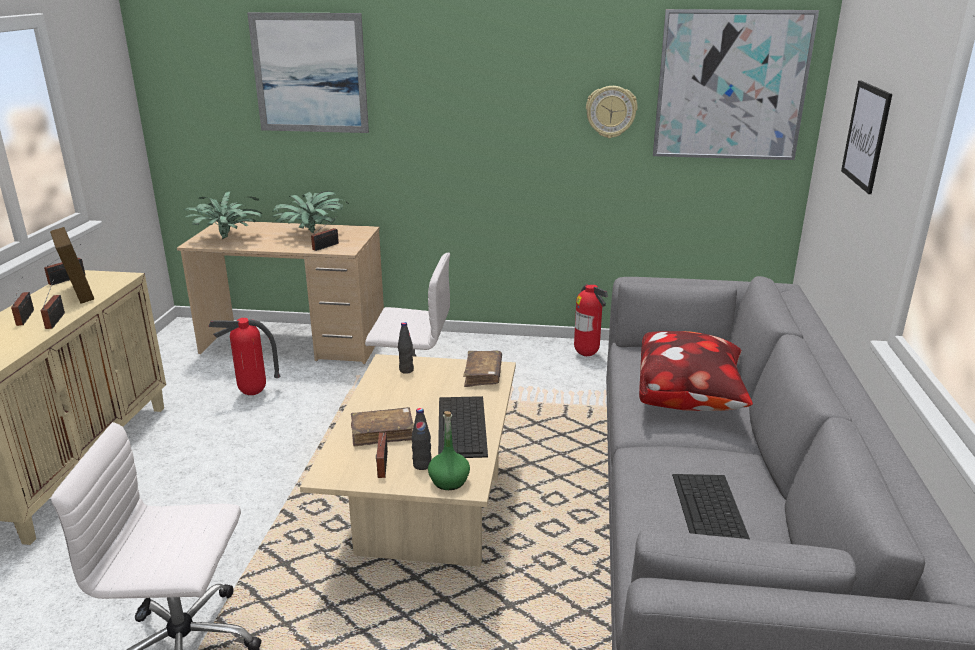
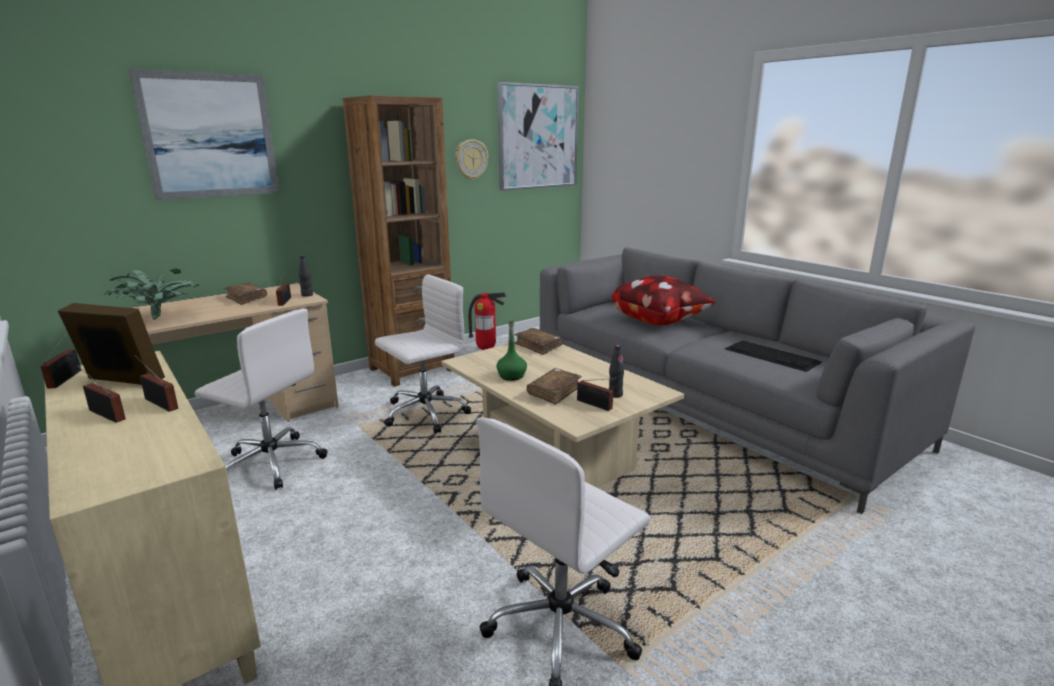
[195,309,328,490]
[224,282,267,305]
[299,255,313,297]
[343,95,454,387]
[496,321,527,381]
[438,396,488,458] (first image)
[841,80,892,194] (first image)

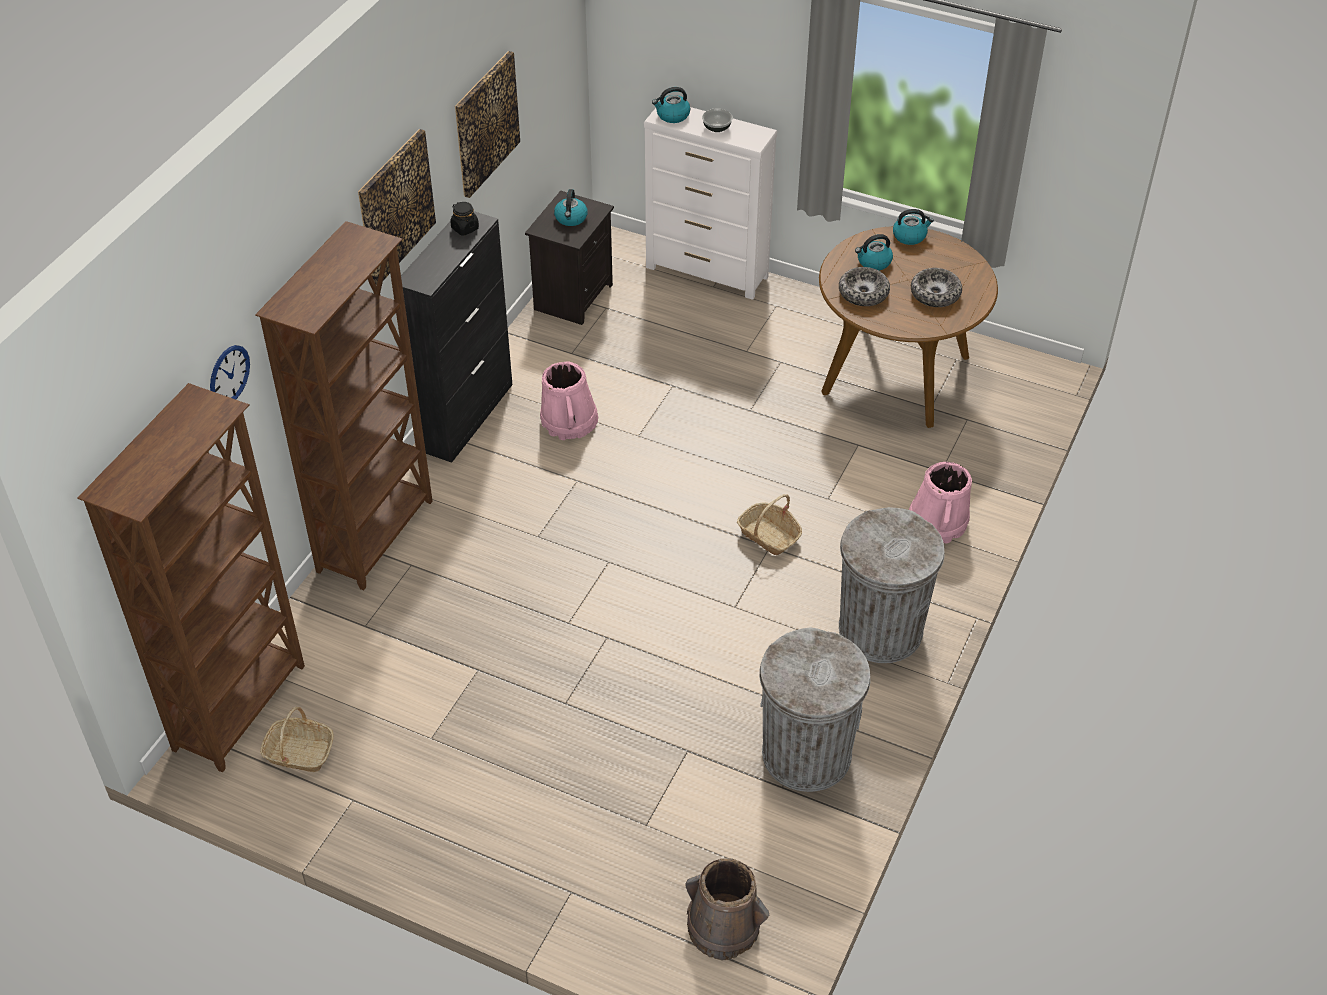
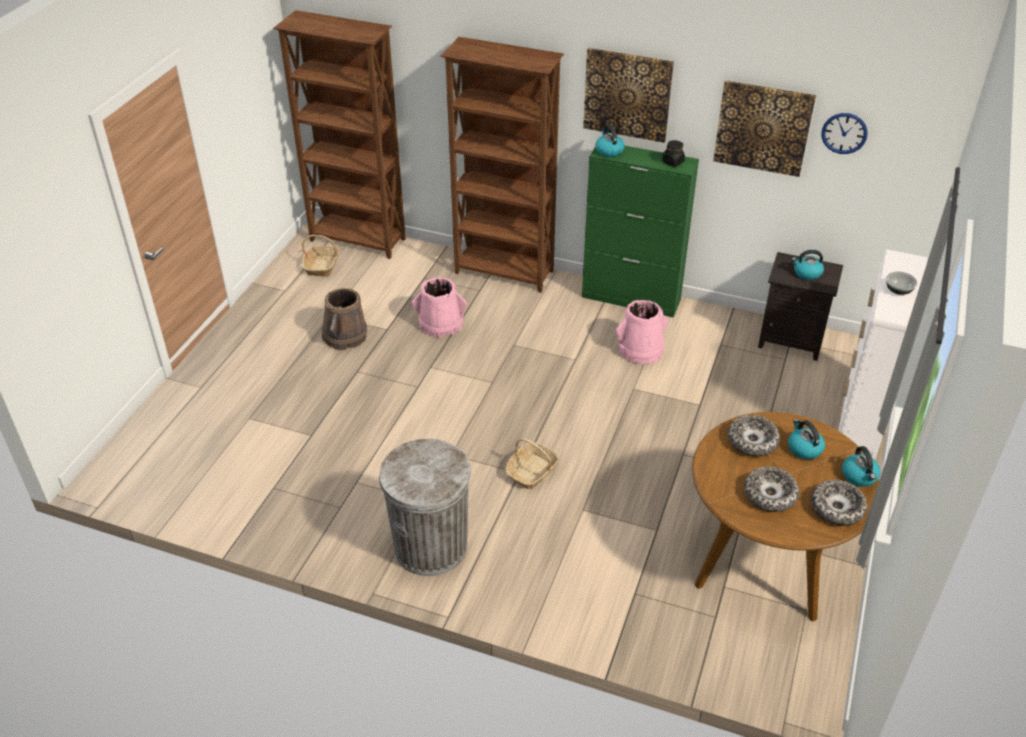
[322,288,367,350]
[412,277,467,338]
[582,146,699,318]
[595,125,624,157]
[811,480,867,526]
[821,113,868,154]
[759,627,871,792] (first image)

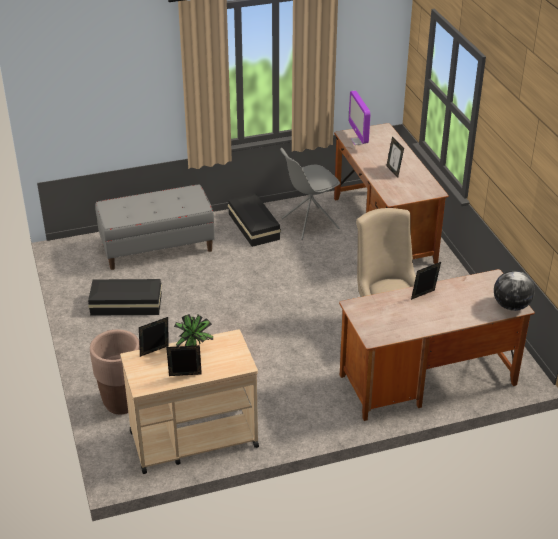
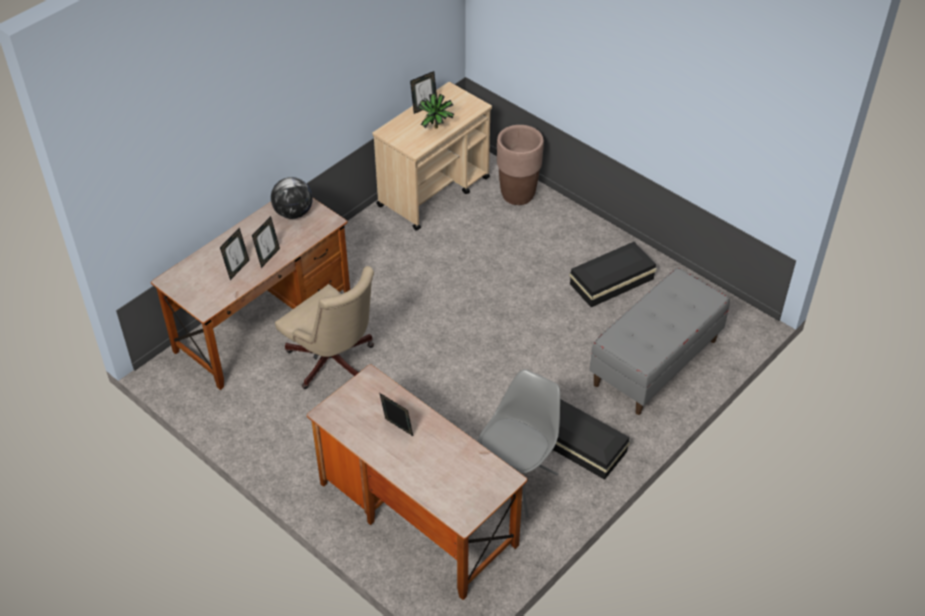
[220,228,249,280]
[271,177,313,219]
[349,90,370,145] (first image)

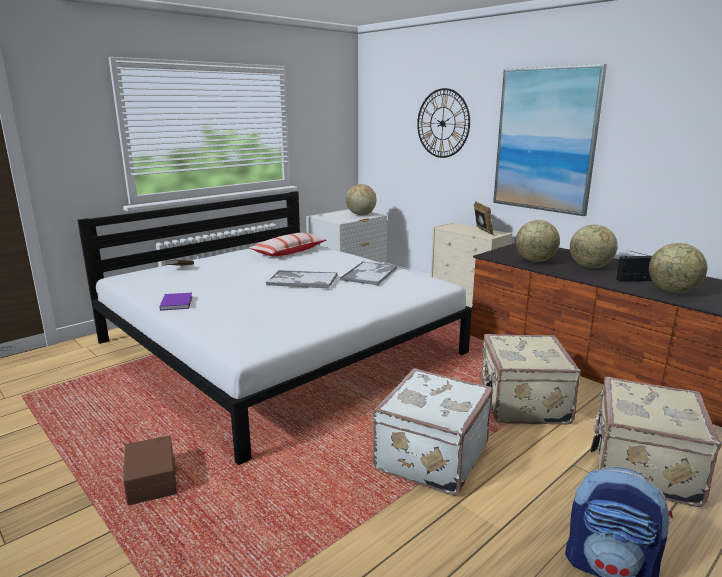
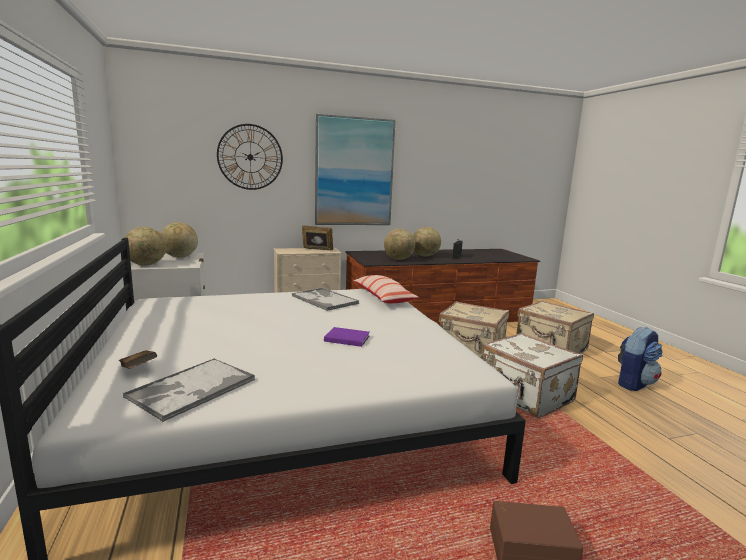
[123,358,255,422]
[125,227,166,266]
[324,327,370,347]
[353,275,419,304]

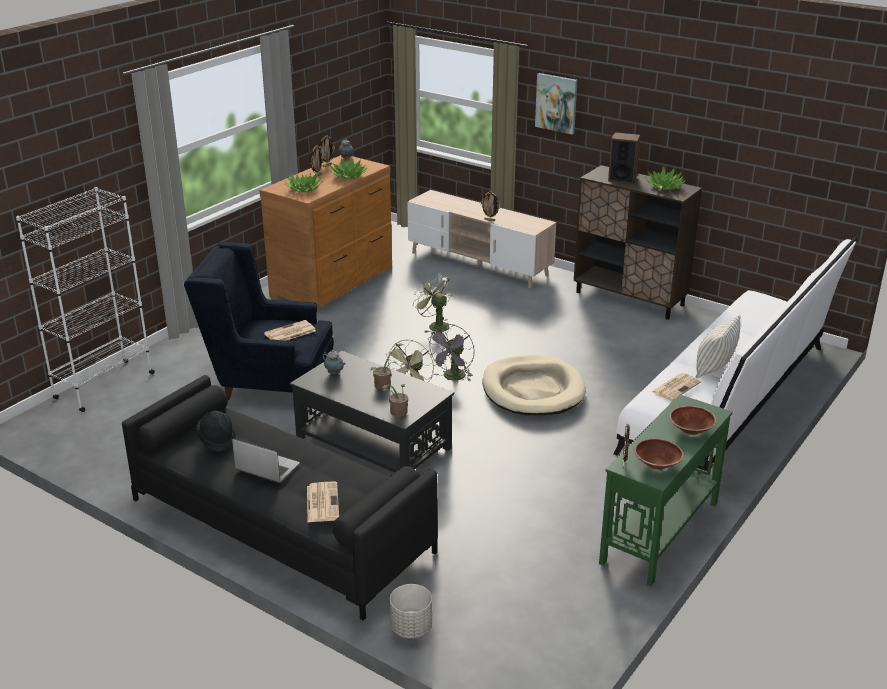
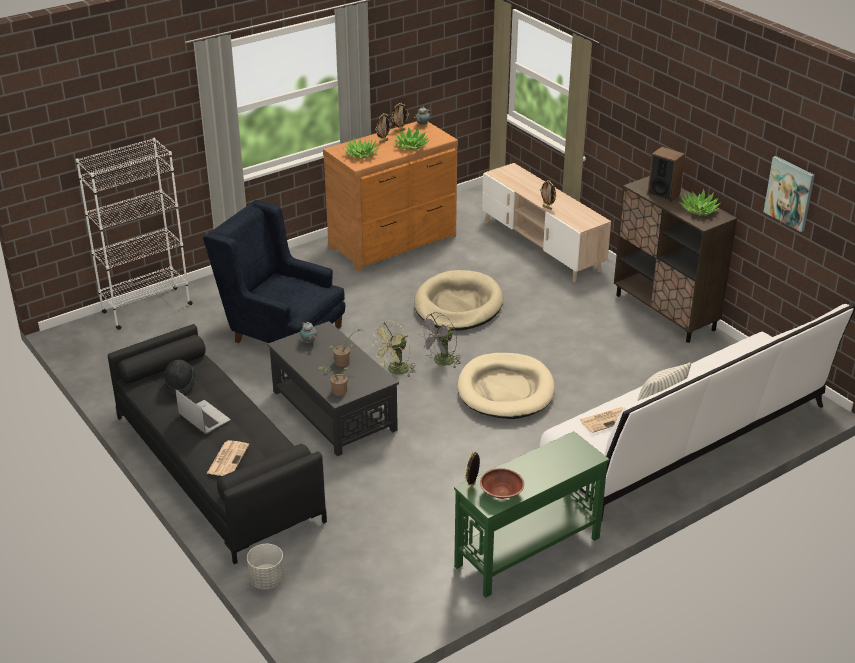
[414,270,503,331]
[763,156,815,232]
[264,320,316,341] (first image)
[669,406,717,435] (first image)

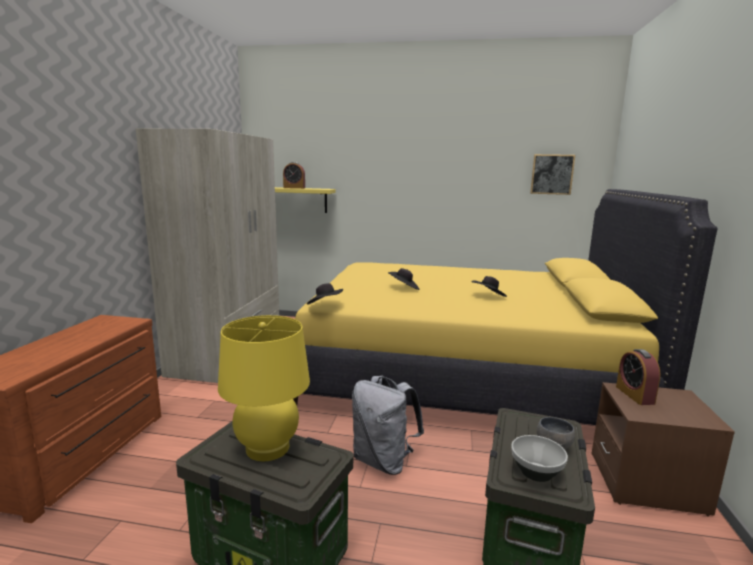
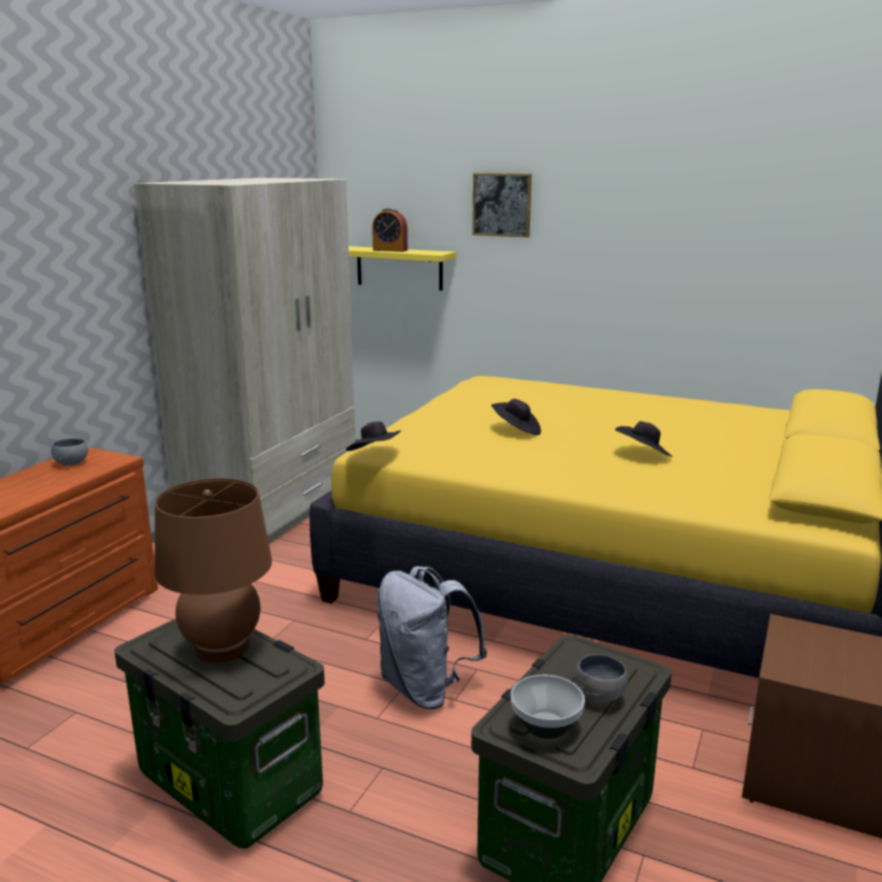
[51,438,88,466]
[155,478,272,662]
[472,173,532,237]
[616,349,660,405] (first image)

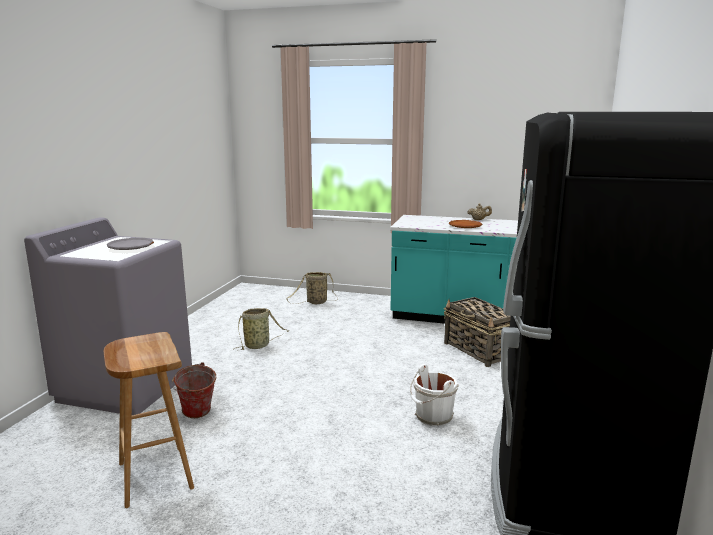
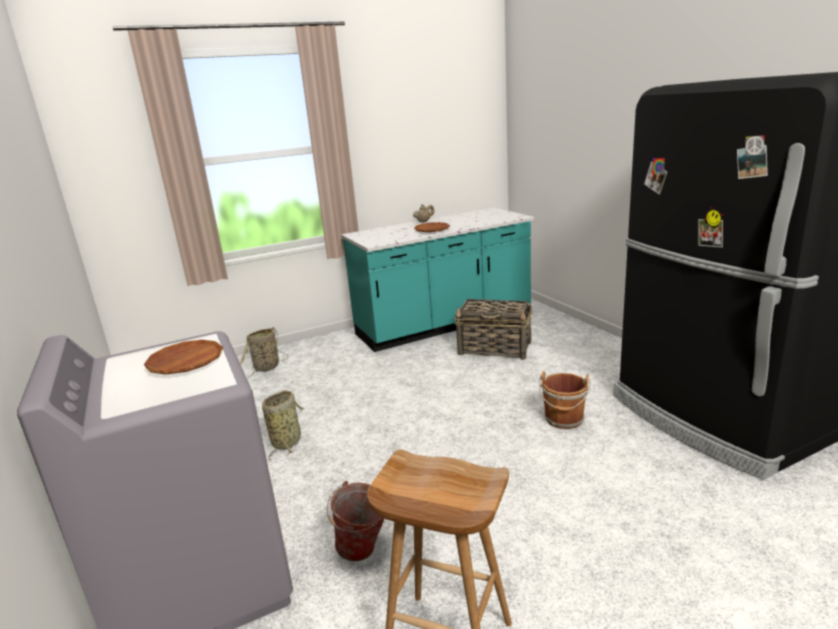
[144,340,223,374]
[539,371,591,429]

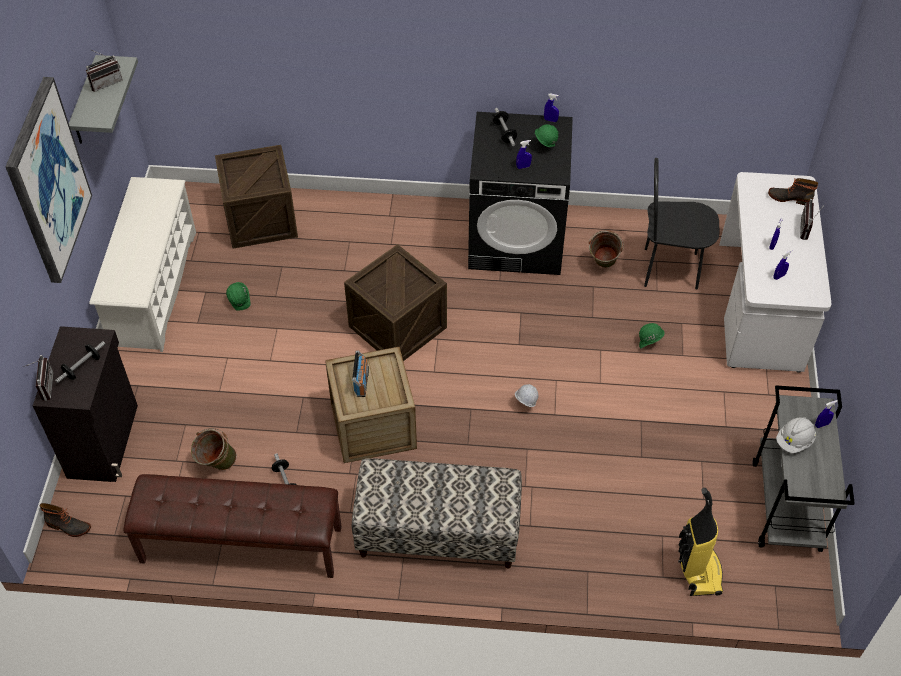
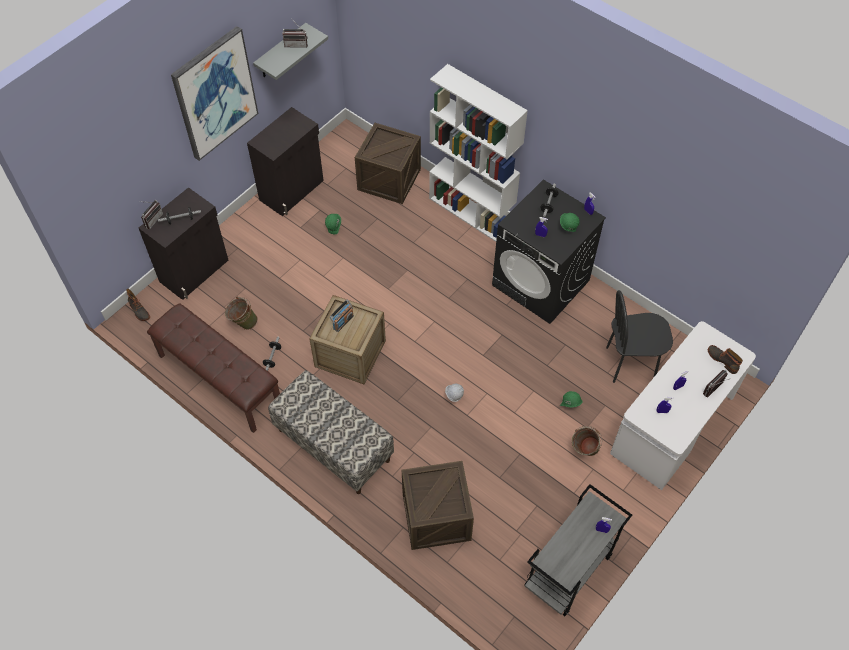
[247,107,324,216]
[402,461,474,550]
[429,64,528,242]
[572,426,602,456]
[606,290,673,383]
[678,488,723,596] (first image)
[776,417,816,453] (first image)

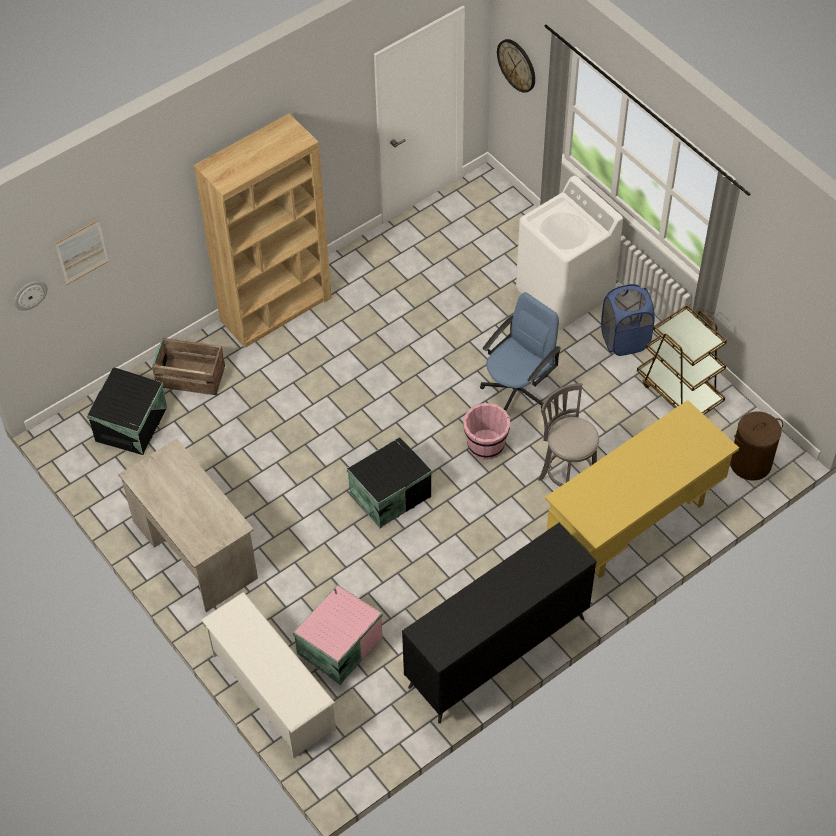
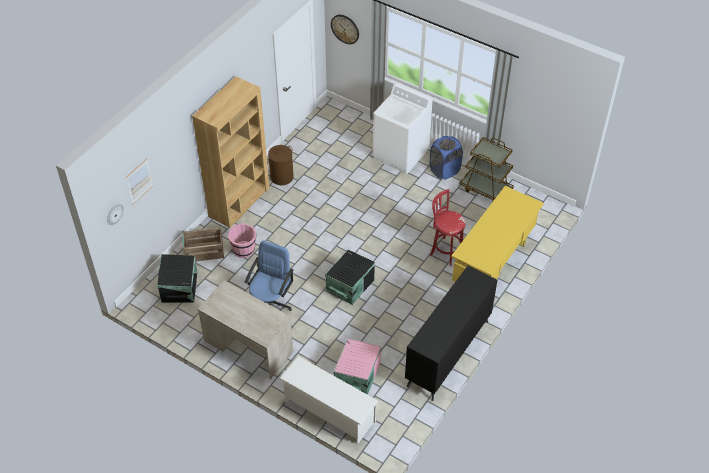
[228,224,256,258]
[245,240,293,311]
[268,145,294,185]
[430,189,465,266]

